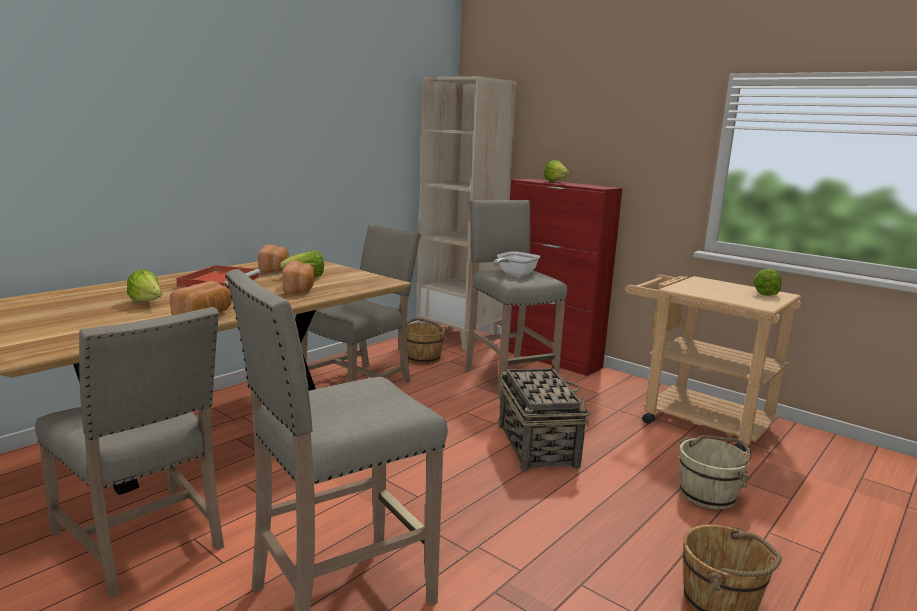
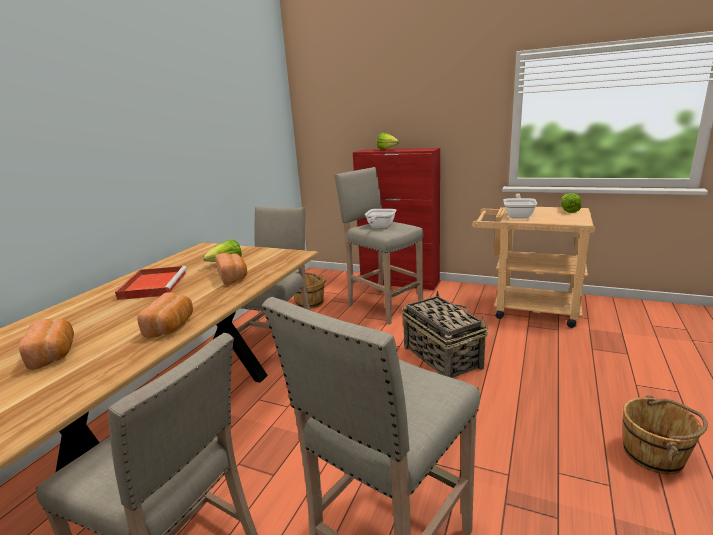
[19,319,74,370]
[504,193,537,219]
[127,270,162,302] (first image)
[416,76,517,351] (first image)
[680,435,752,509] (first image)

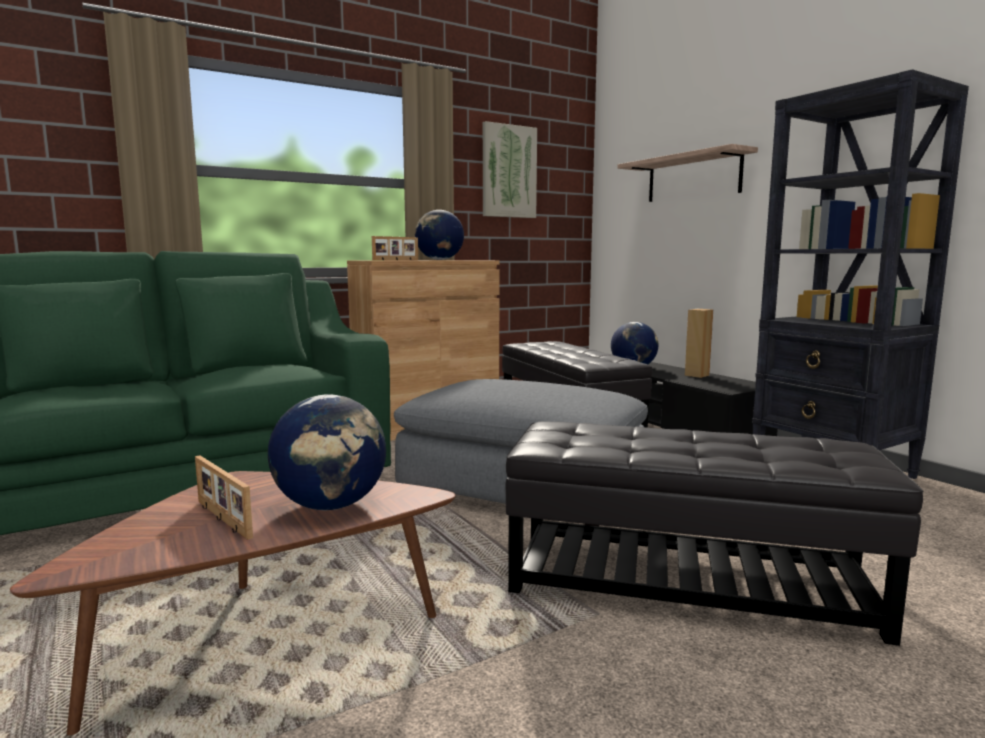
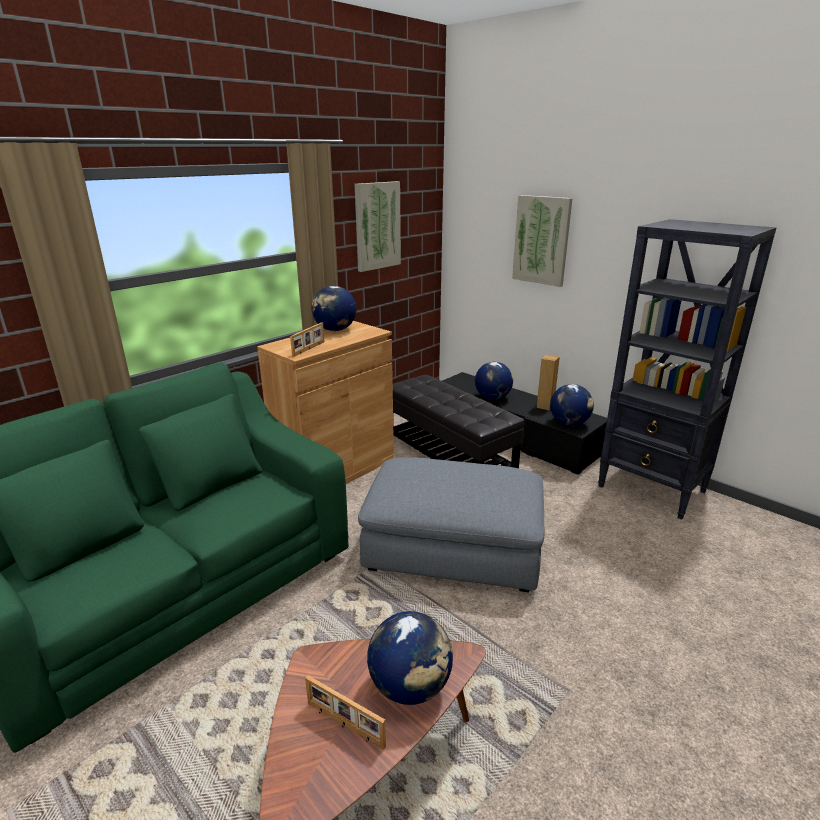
[512,195,573,287]
[550,384,594,426]
[505,422,923,646] (first image)

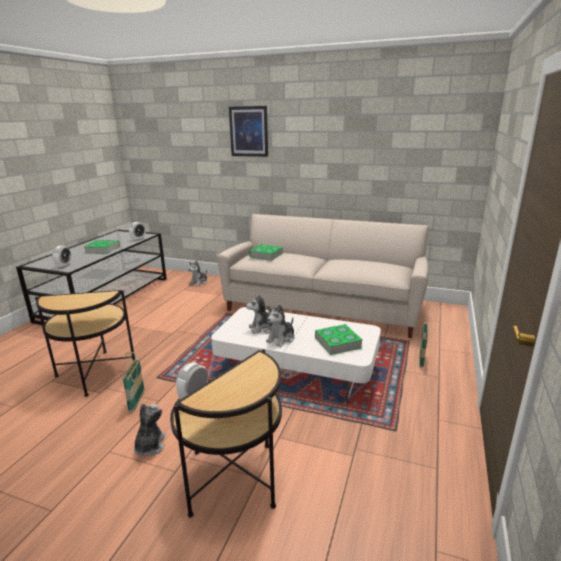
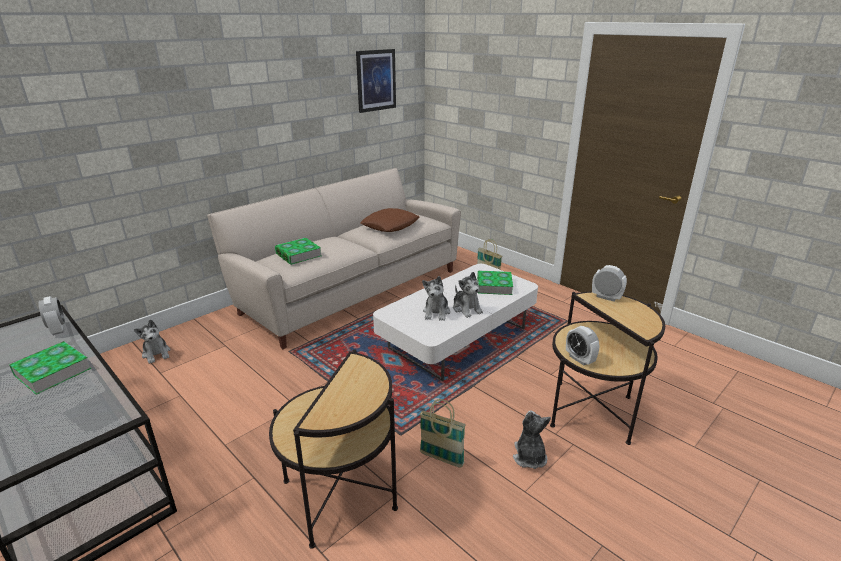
[356,49,396,113]
[360,208,420,232]
[513,410,551,469]
[592,265,627,302]

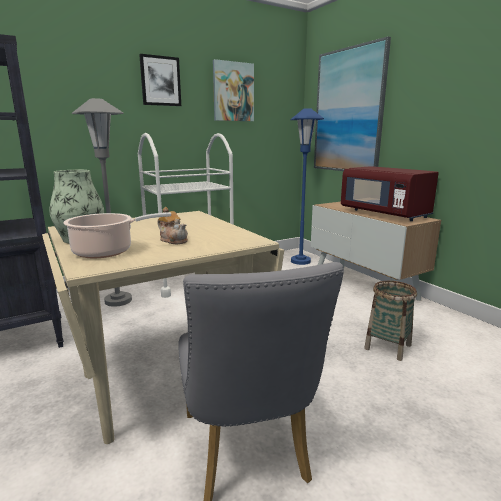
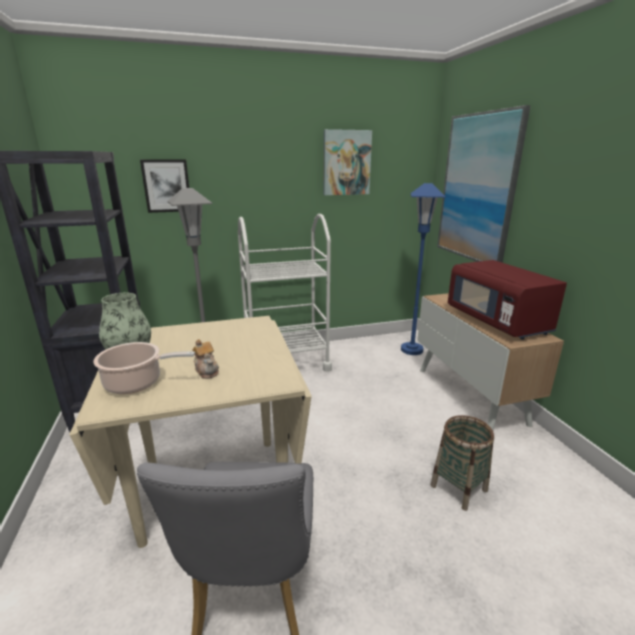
[140,159,189,213]

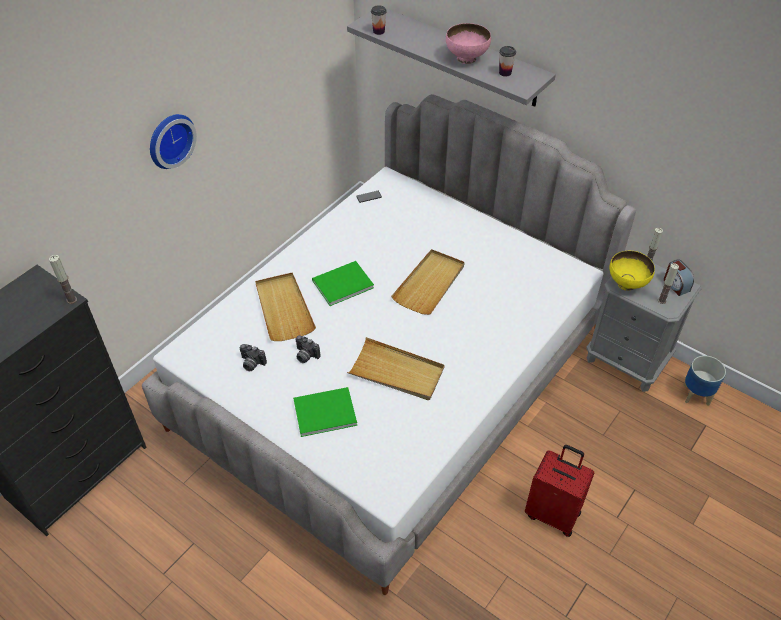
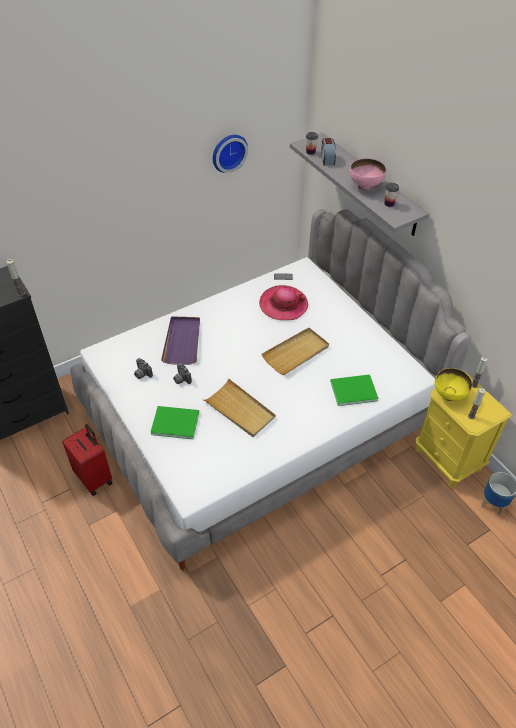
[62,424,112,496]
[161,317,200,365]
[213,135,248,173]
[259,285,308,320]
[321,138,336,166]
[330,374,379,406]
[416,373,512,488]

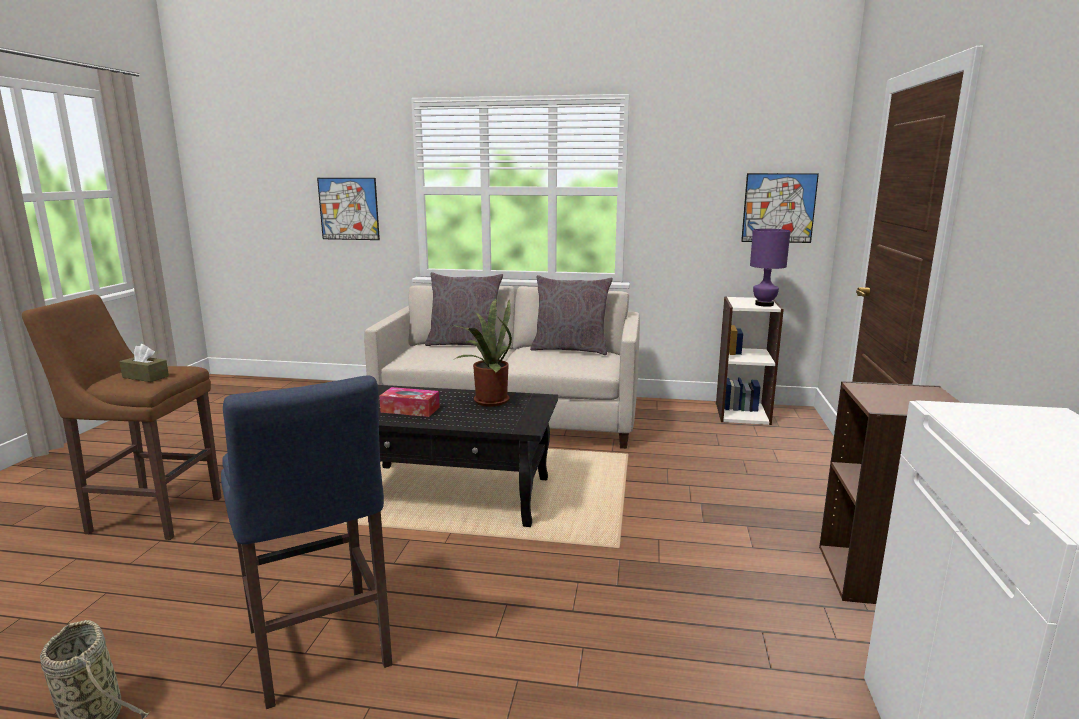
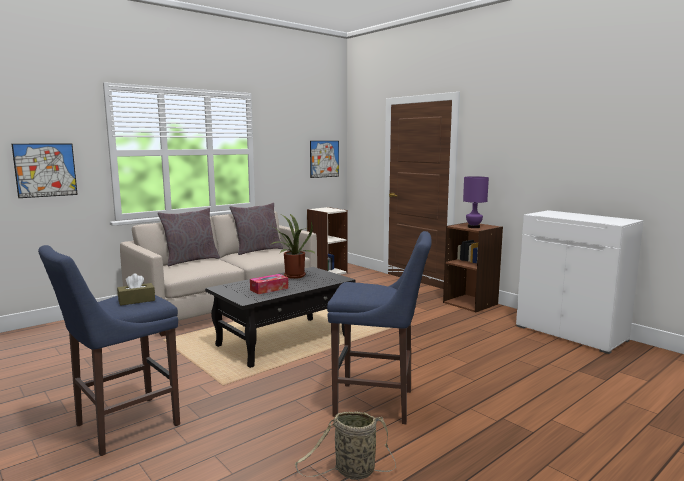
[38,245,180,456]
[463,176,489,228]

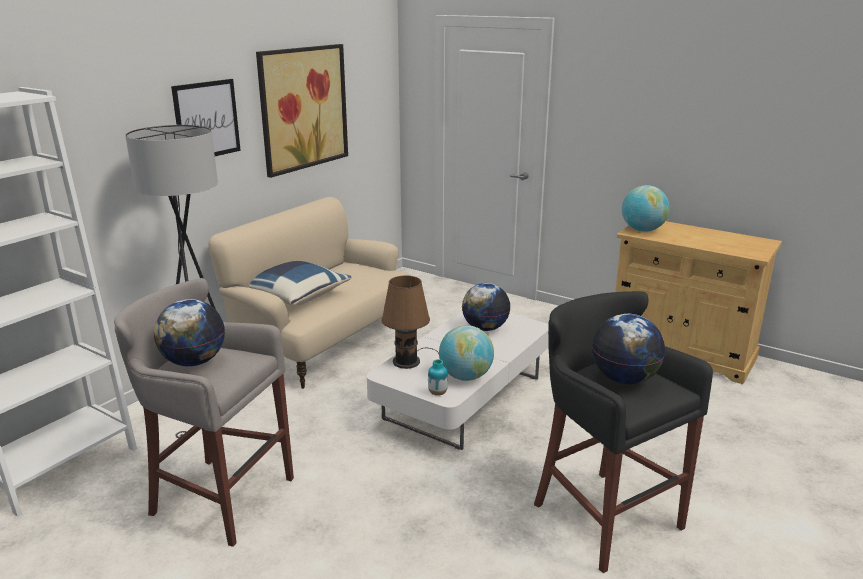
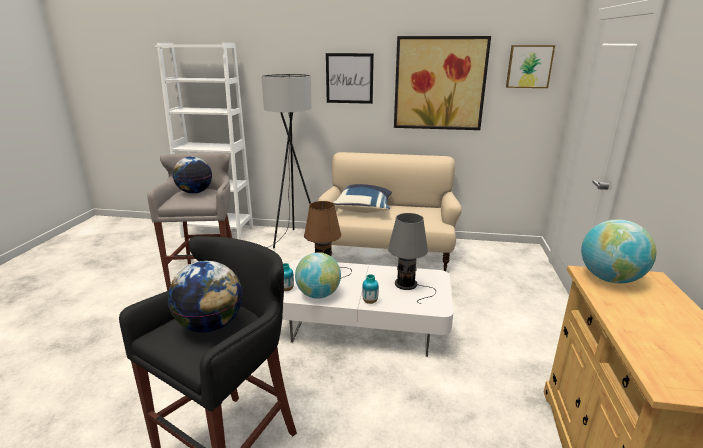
[362,274,379,304]
[388,213,436,304]
[506,45,555,88]

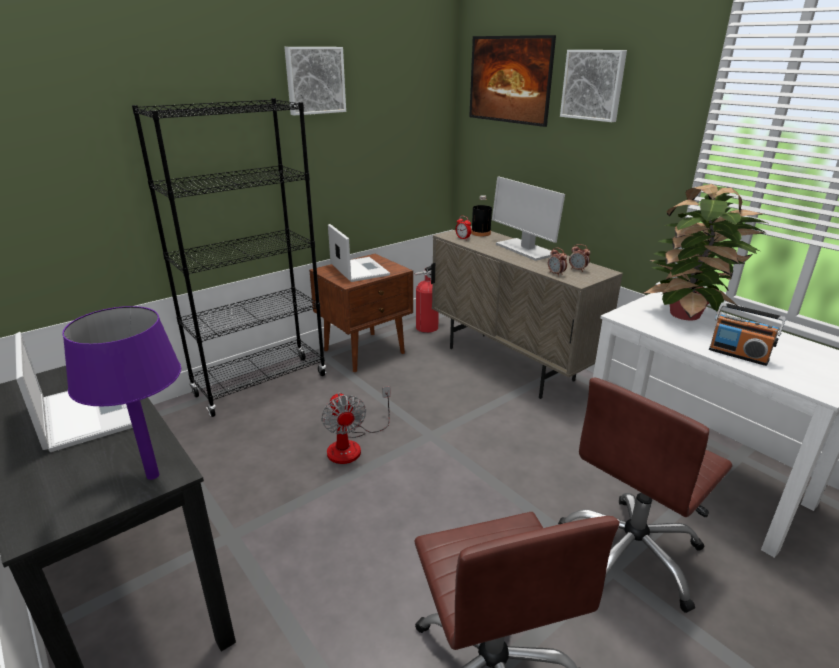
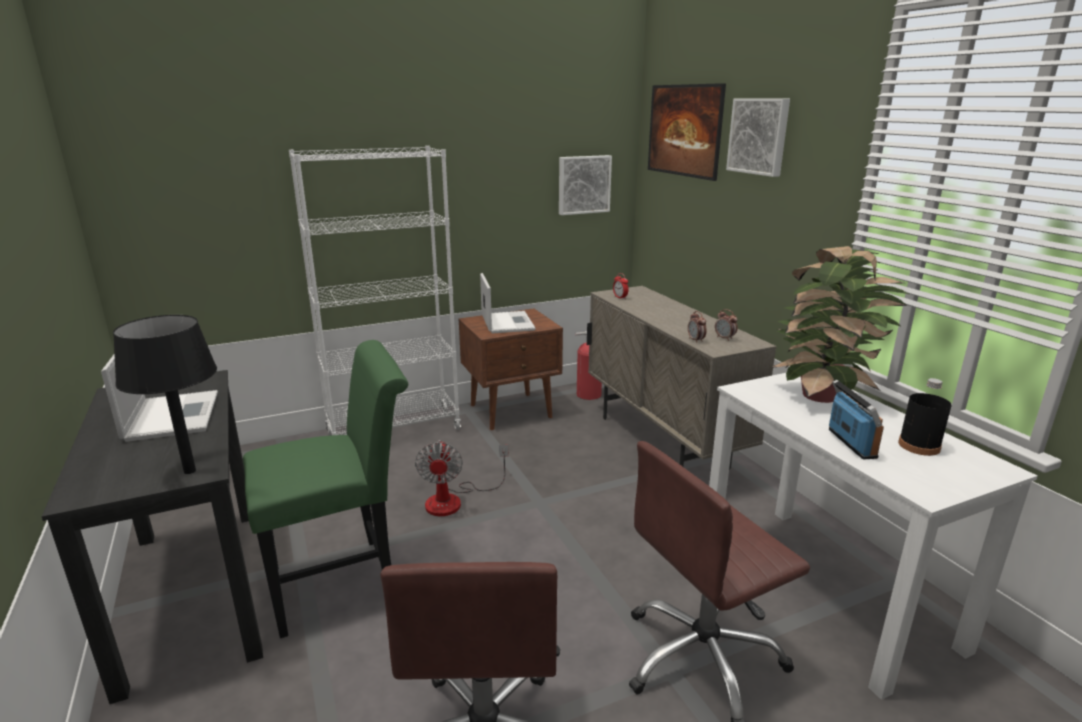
[113,315,217,474]
[243,340,408,638]
[289,146,461,435]
[559,155,612,215]
[829,380,884,459]
[898,378,952,456]
[492,176,565,261] (first image)

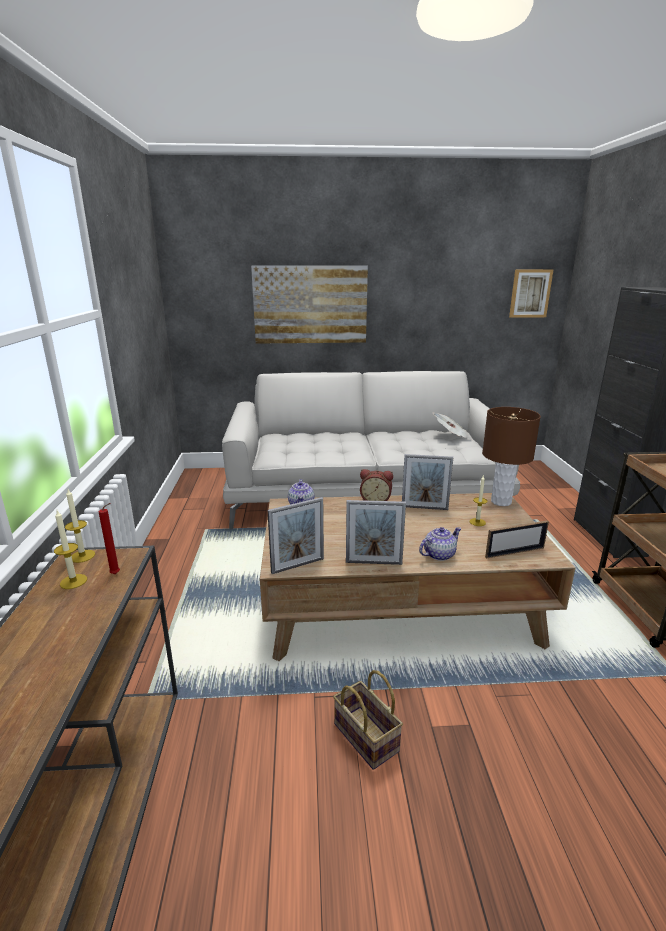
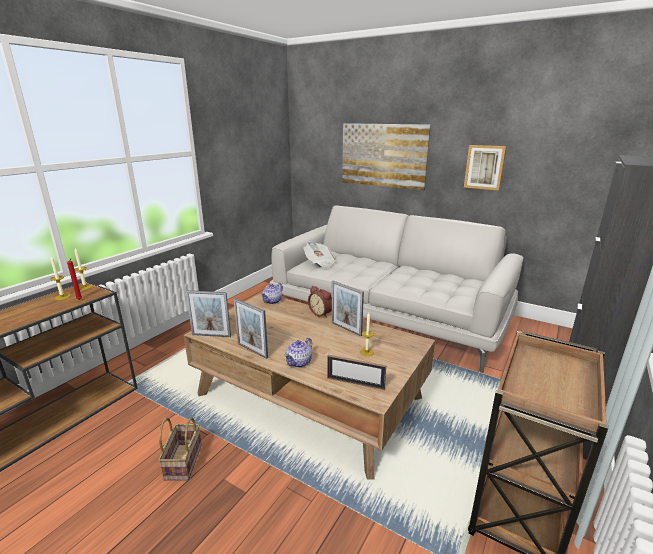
[284,338,312,368]
[303,242,337,269]
[464,145,506,191]
[482,407,541,506] (first image)

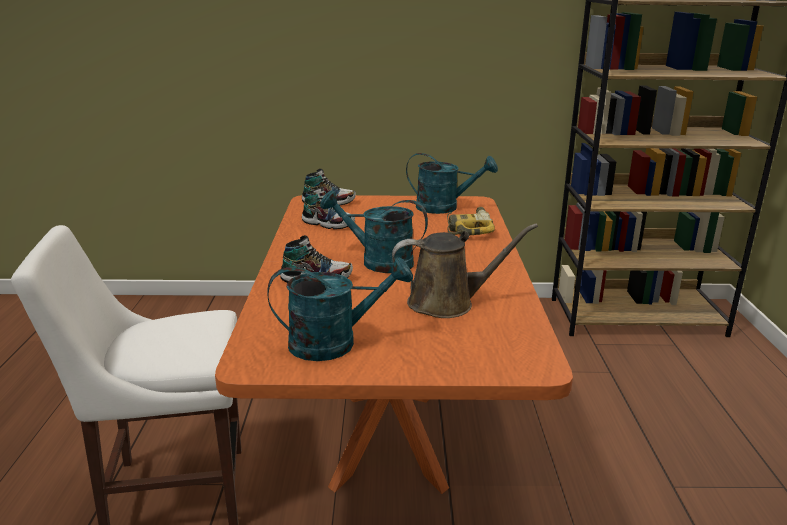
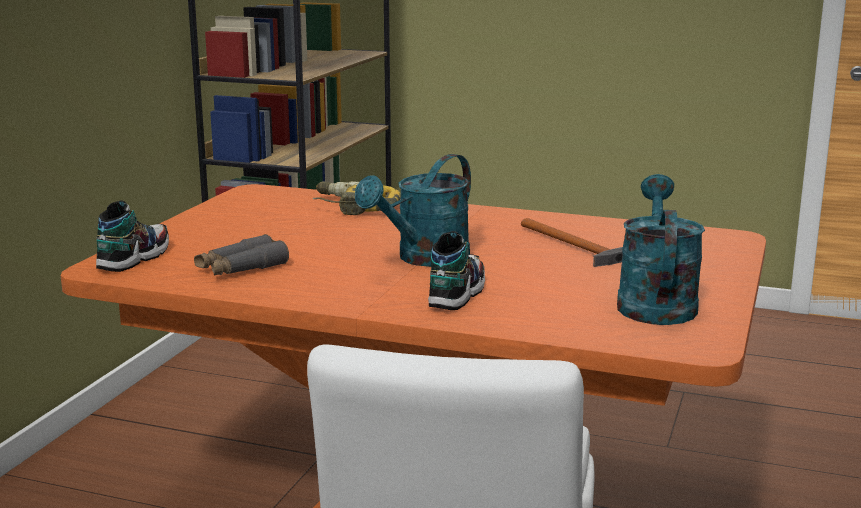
[194,234,289,276]
[521,218,623,267]
[406,153,498,214] (first image)

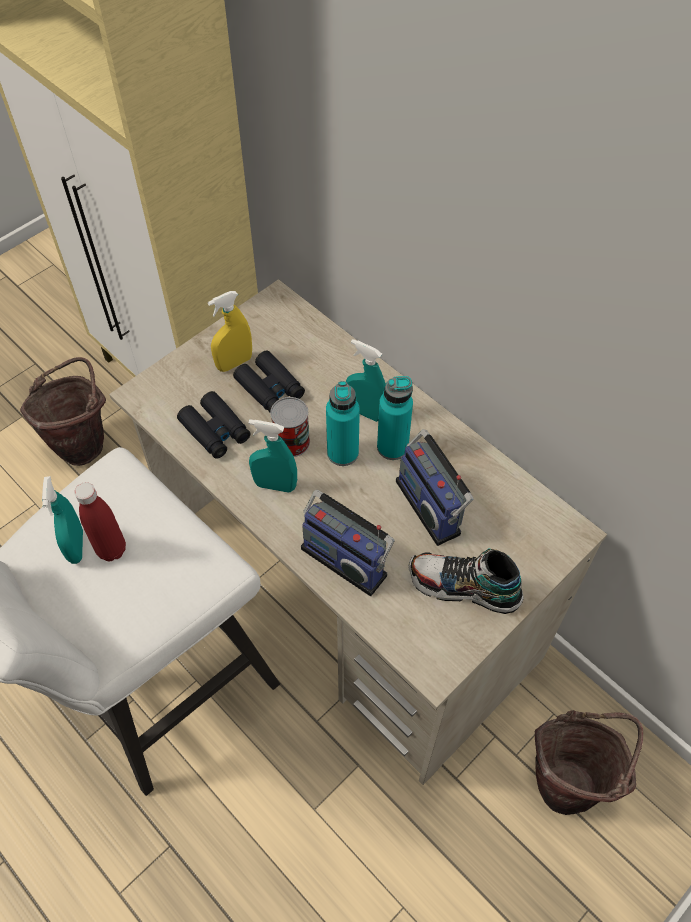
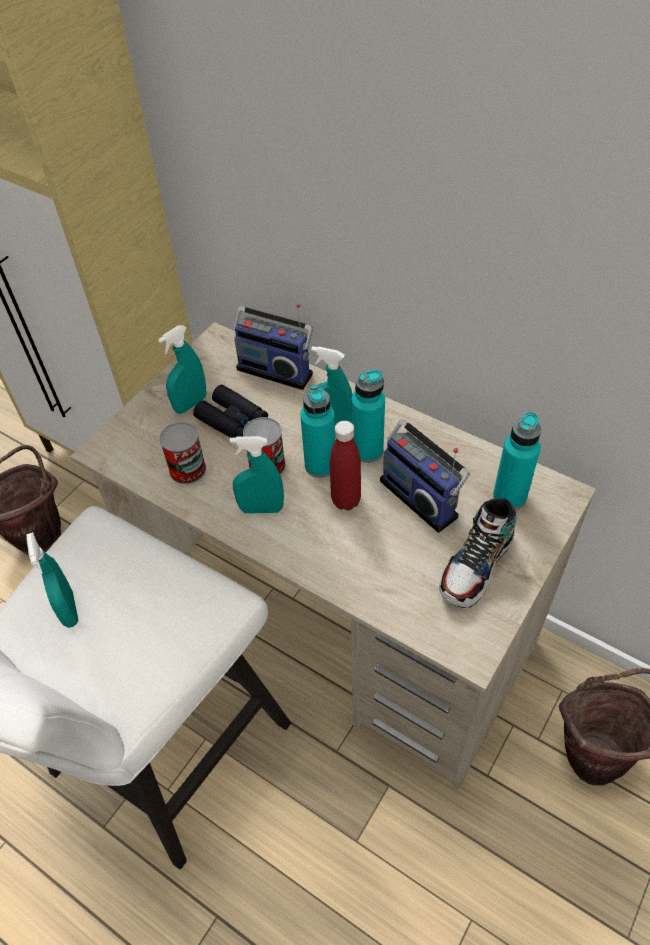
[158,325,206,414]
[159,422,206,484]
[233,303,313,390]
[330,421,361,510]
[439,498,517,608]
[493,412,541,510]

